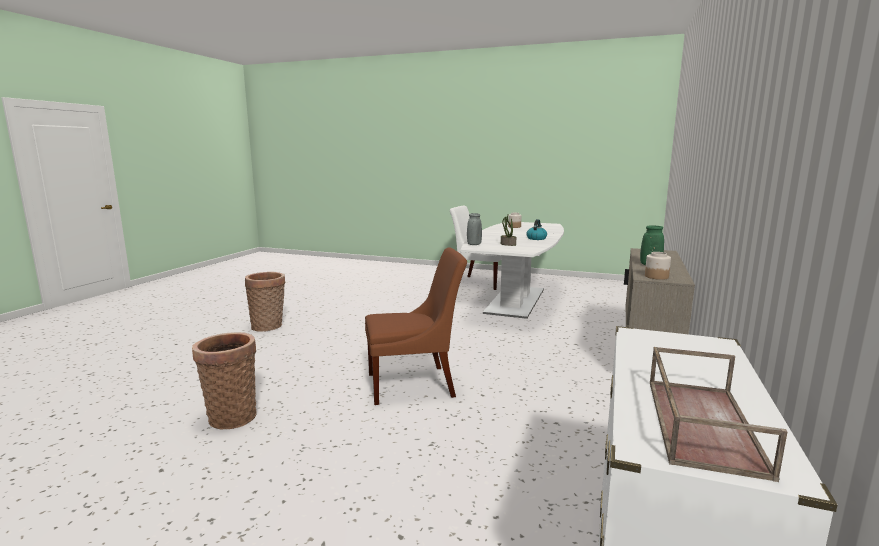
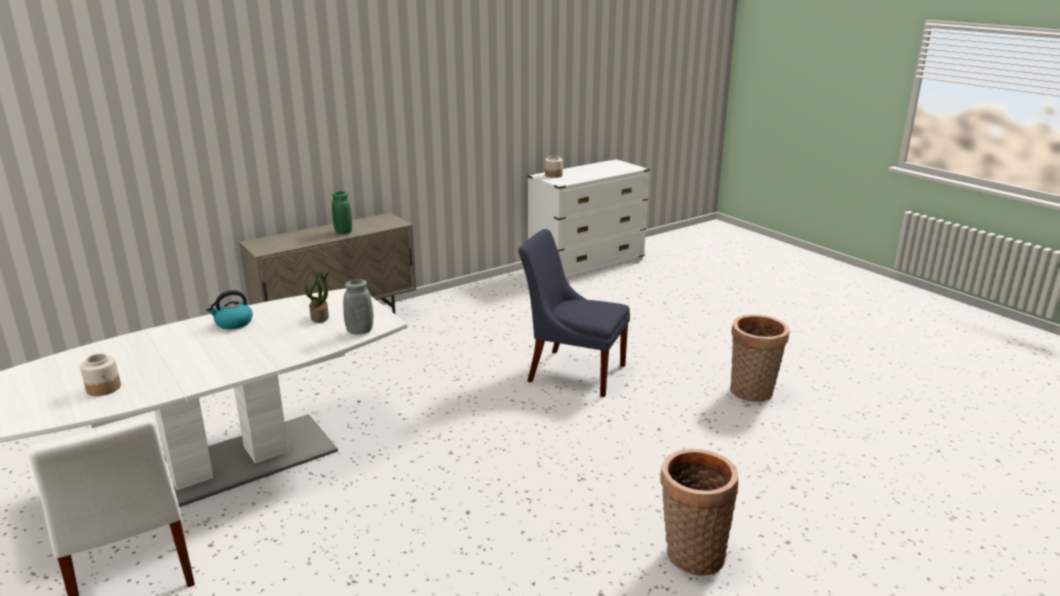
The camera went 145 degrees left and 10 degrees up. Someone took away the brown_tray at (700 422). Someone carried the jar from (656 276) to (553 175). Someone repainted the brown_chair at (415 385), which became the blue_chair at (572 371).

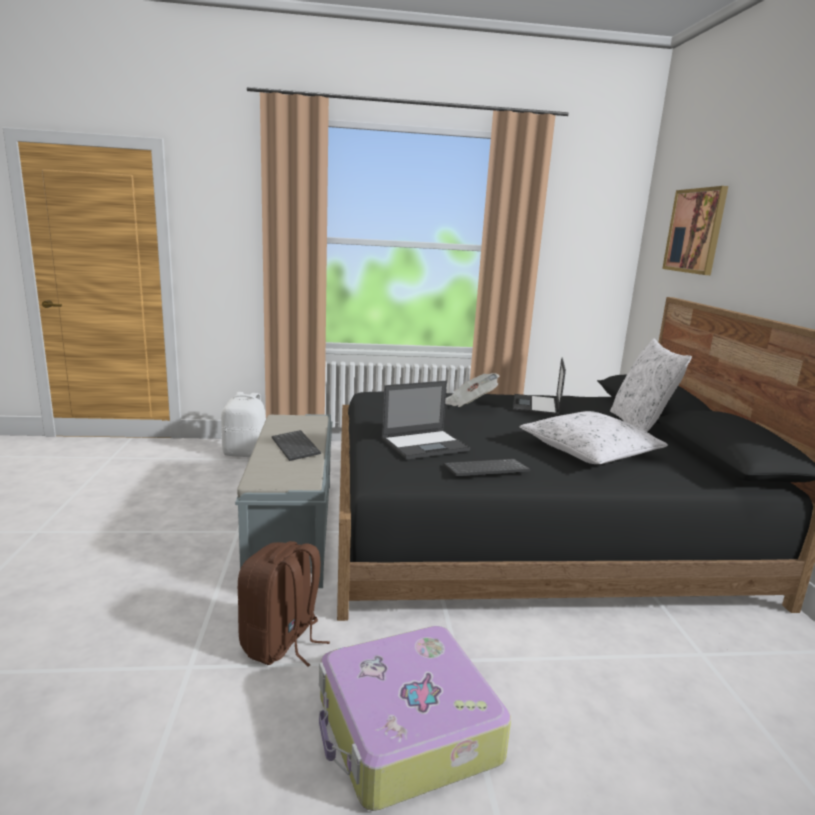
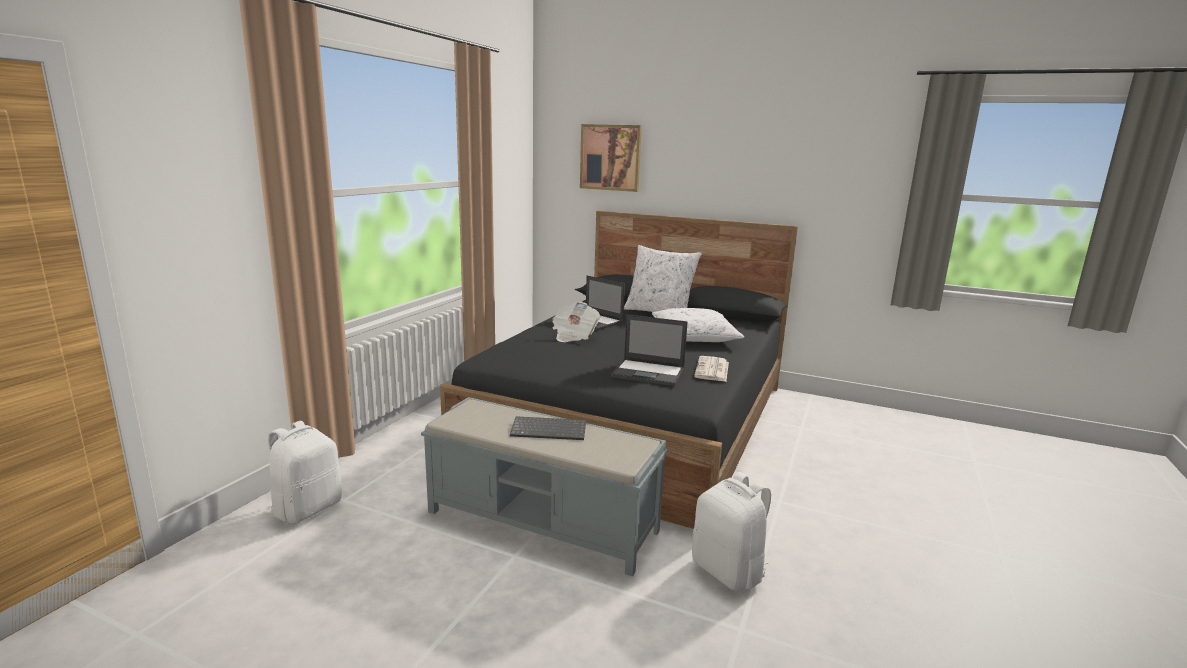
The camera went 60 degrees left and 0 degrees up. Someone took away the suitcase at (406 730). Someone swapped the keyboard at (485 470) for the newspaper at (712 370). Someone repainted the brown_backpack at (281 643), which became the white_backpack at (729 571). Someone rotated the laptop at (425 444) by 105 degrees clockwise.

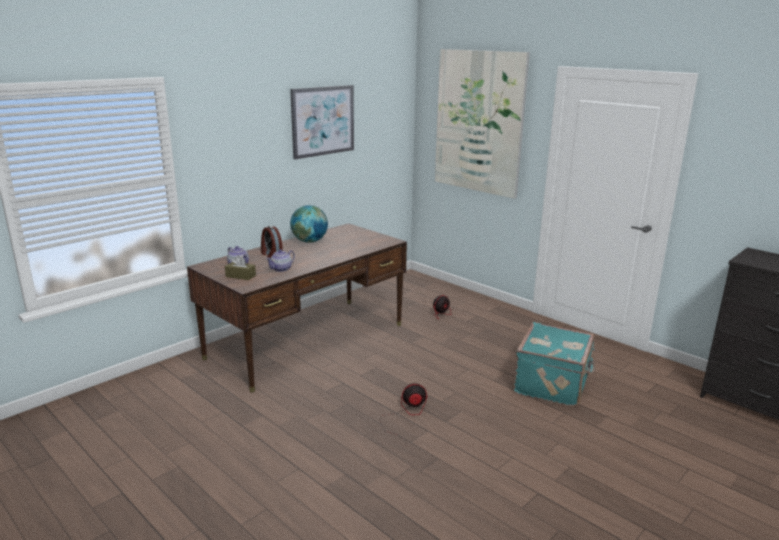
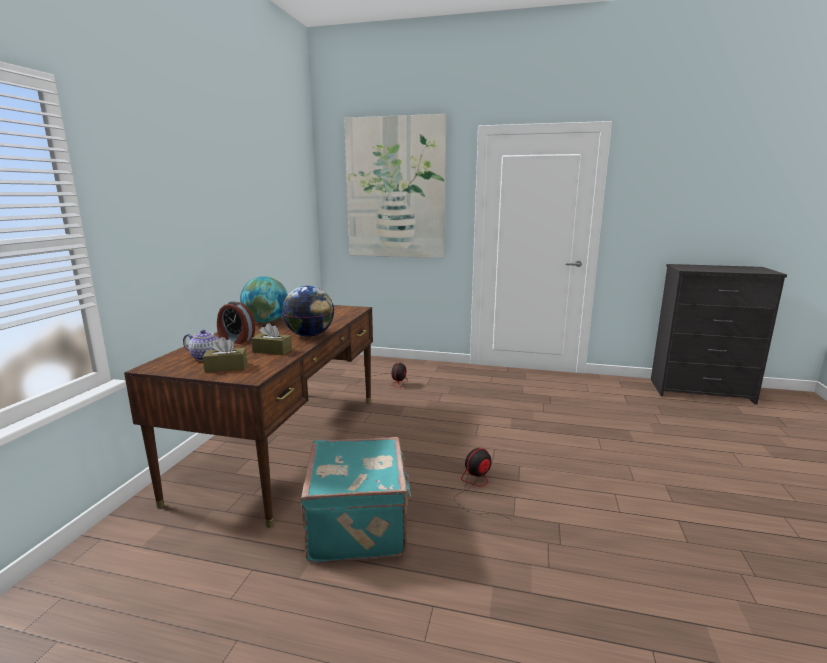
The camera went 30 degrees left and 5 degrees down. Someone took away the picture at (323 121). Someone put down the globe at (309 335). Someone carried the turquoise_suitcase from (553 384) to (360 525). Someone swapped the teapot at (281 269) for the brown_tissue_box at (272 351).

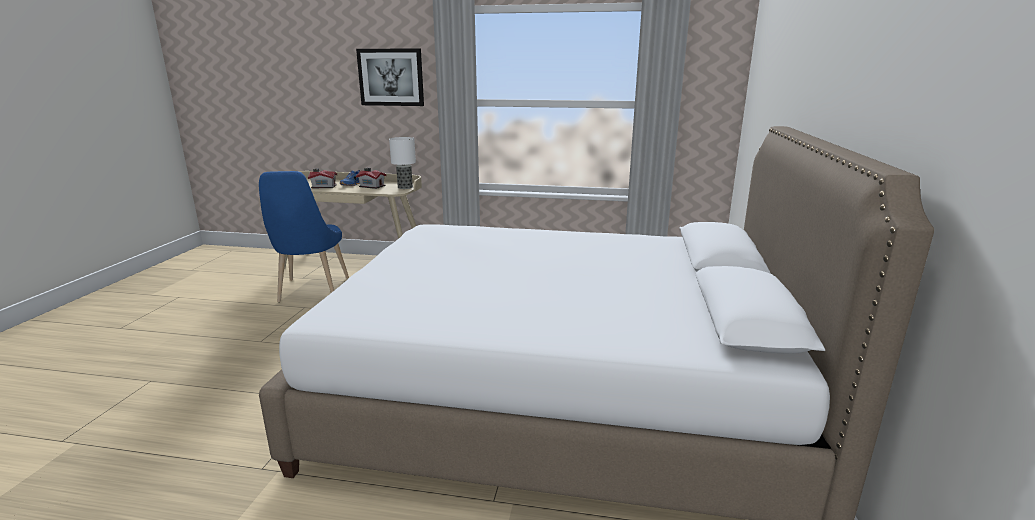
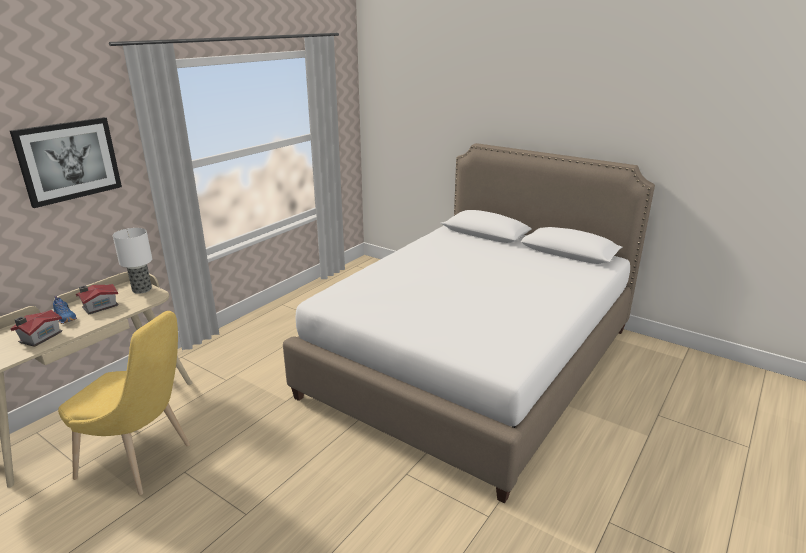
The camera went 65 degrees left and 5 degrees up. Someone repainted the blue_chair at (312 292), which became the yellow_chair at (141 462).

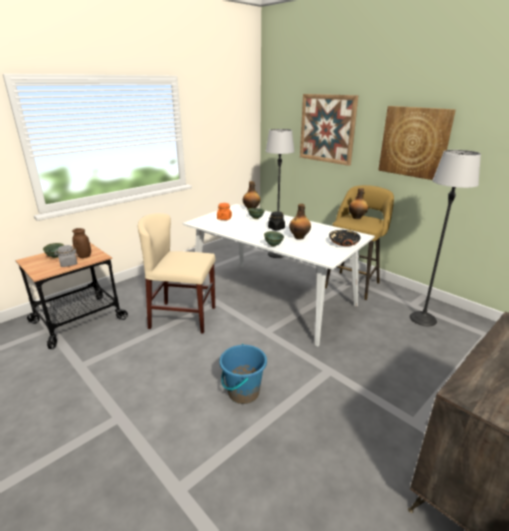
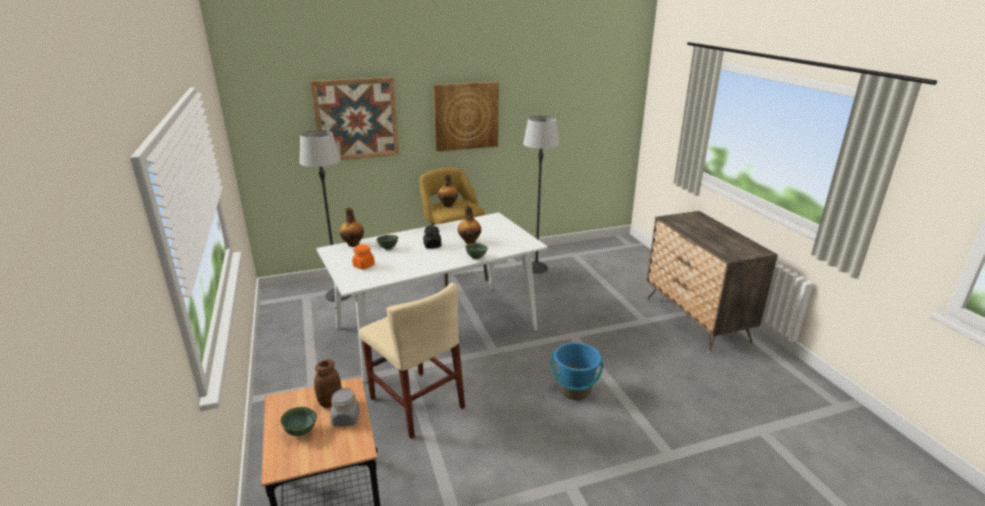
The camera went 65 degrees left and 0 degrees up. Someone took away the black_bowl at (344 243). Someone rotated the beige_chair at (183 317) by 75 degrees counterclockwise.

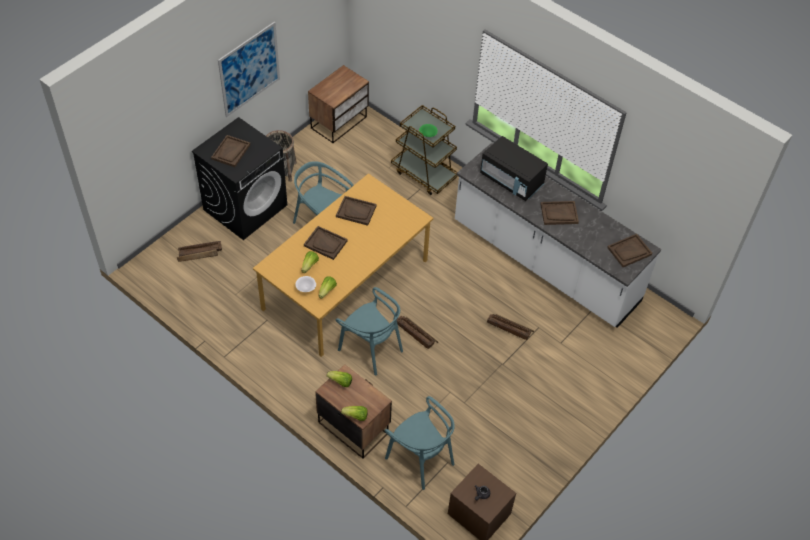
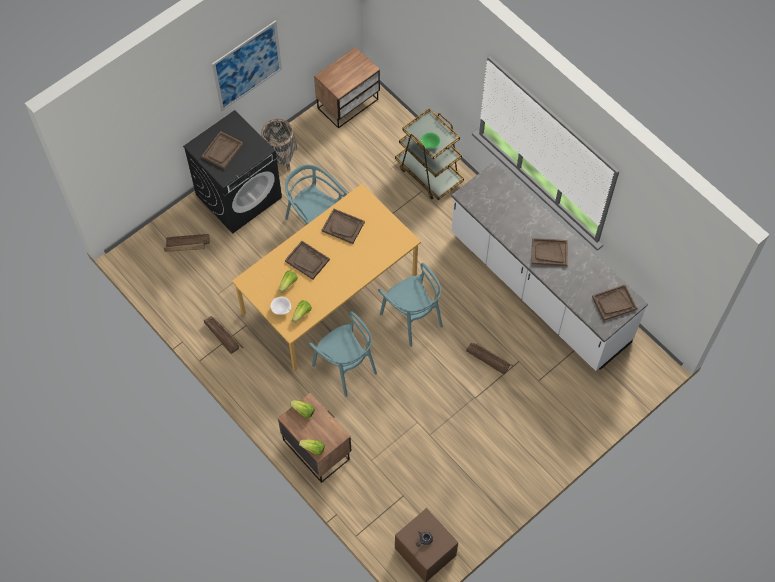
The camera went 10 degrees right and 10 degrees up. Someone took away the black_microwave at (511 180). Someone carried the turquoise_chair from (420 459) to (412 318). Someone carried the crate from (416 333) to (223 336).

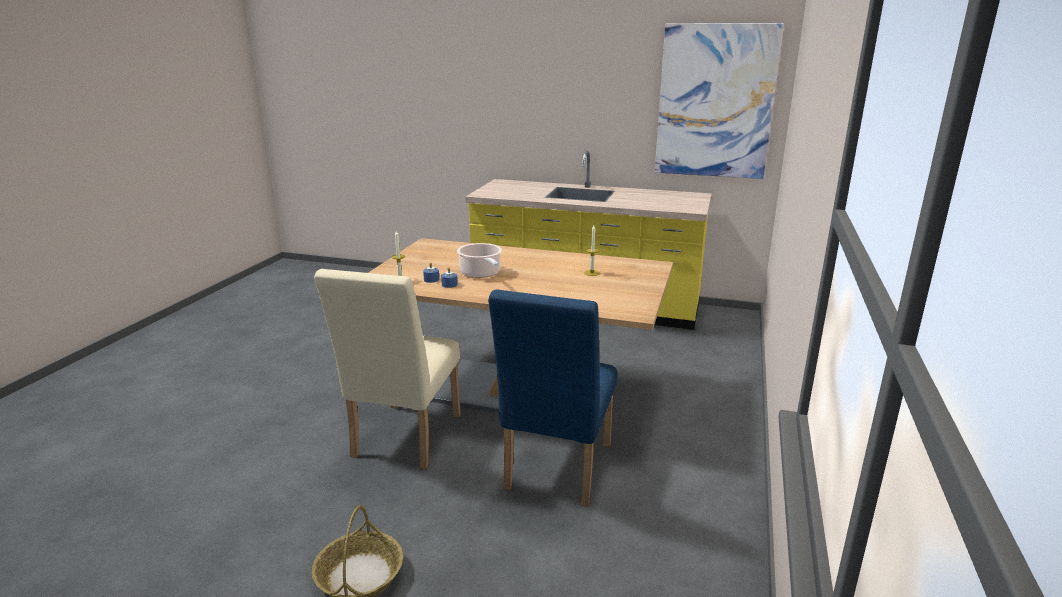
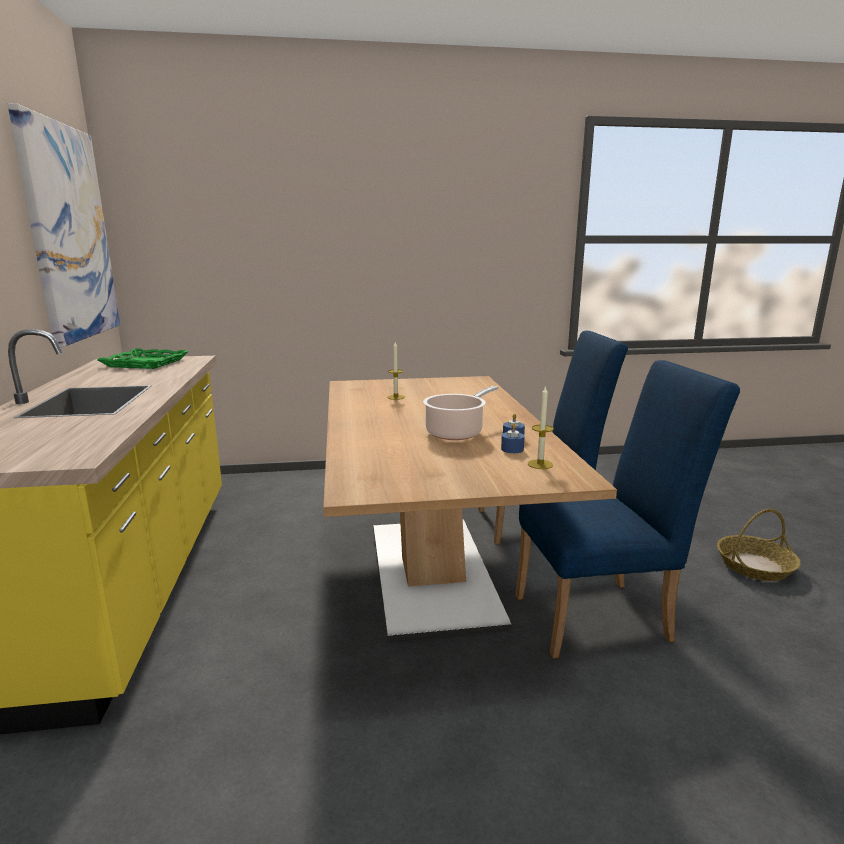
The camera went 115 degrees left and 5 degrees down. Someone put down the green_tray at (146 363). Someone repainted the beige_chair at (403 440), which became the blue_chair at (602 616).

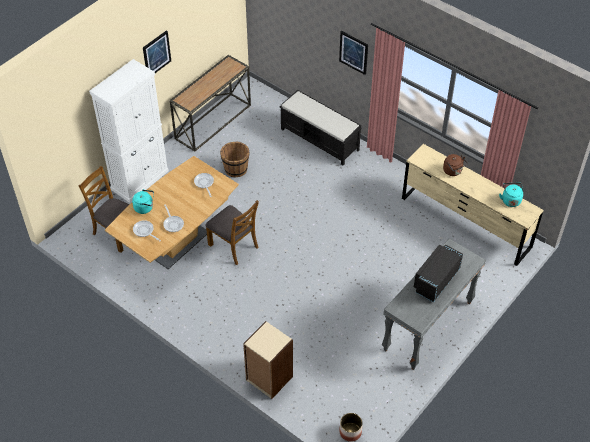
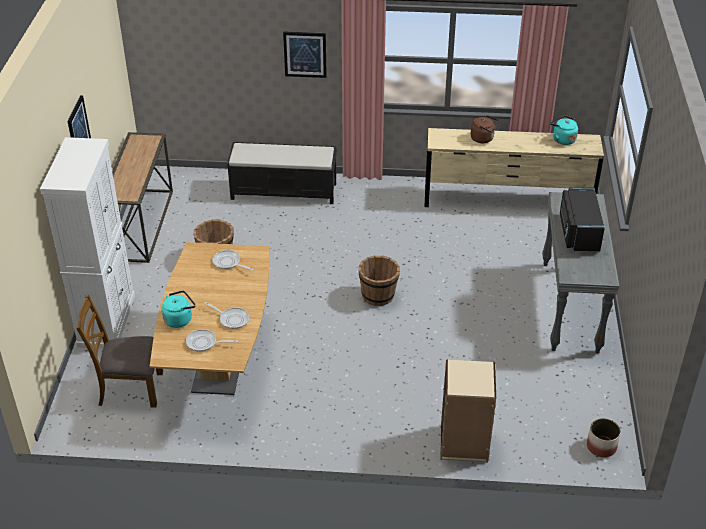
The camera went 35 degrees left and 10 degrees down. Someone took away the brown_chair at (234 245). Someone put down the brown_bucket at (378 295).

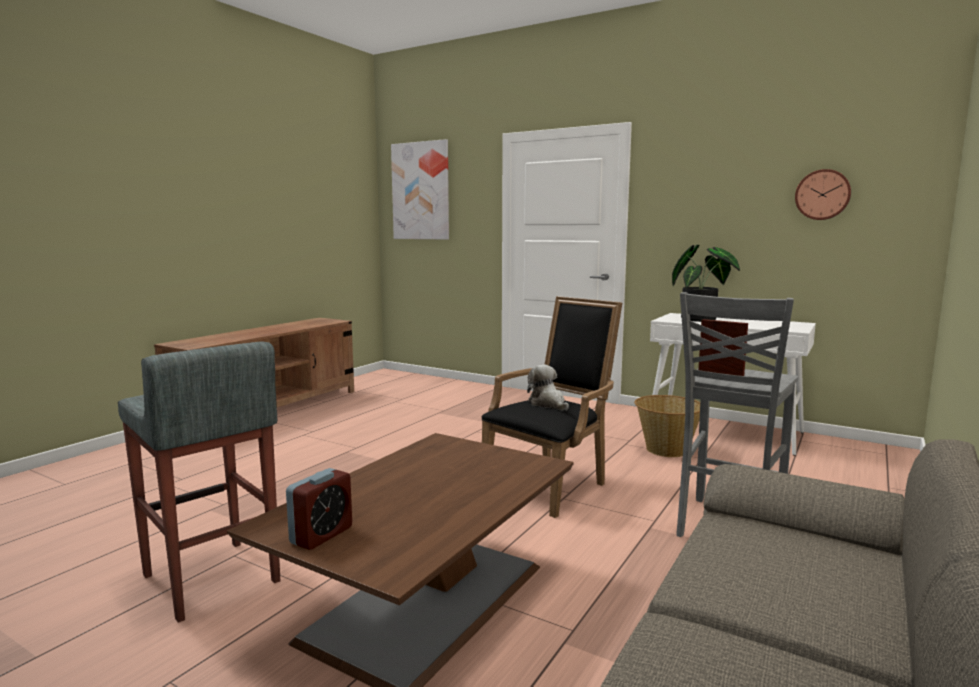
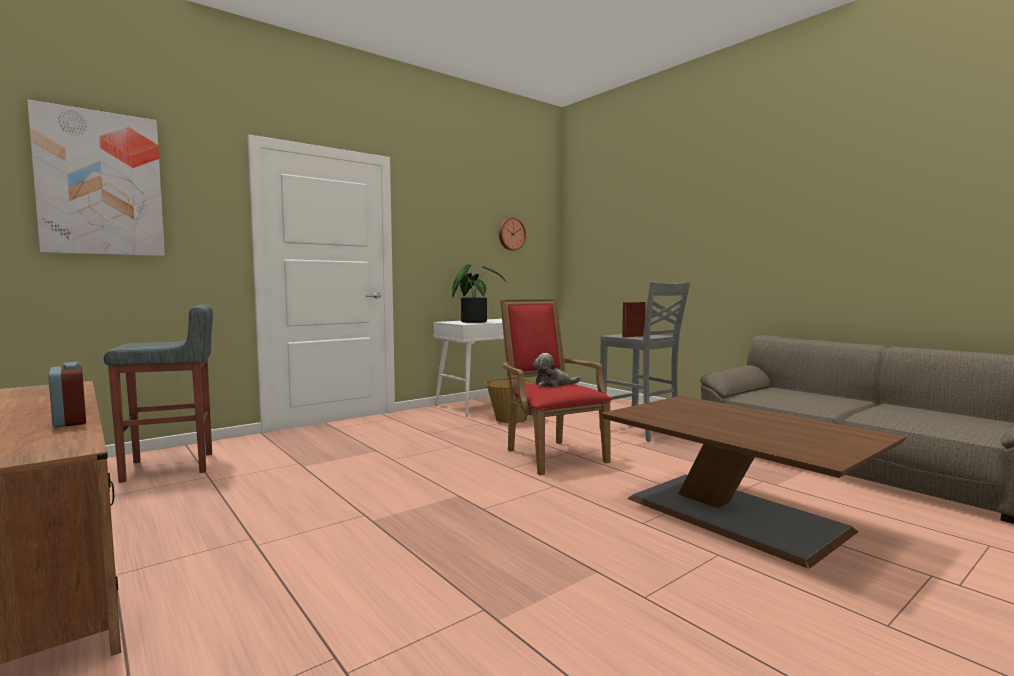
The camera went 70 degrees left and 5 degrees down. Someone carried the grey_stool from (210 580) to (170 467). Someone carried the alarm_clock from (321 535) to (69 421). Someone repainted the black_armchair at (551 485), which became the red_armchair at (550 454).

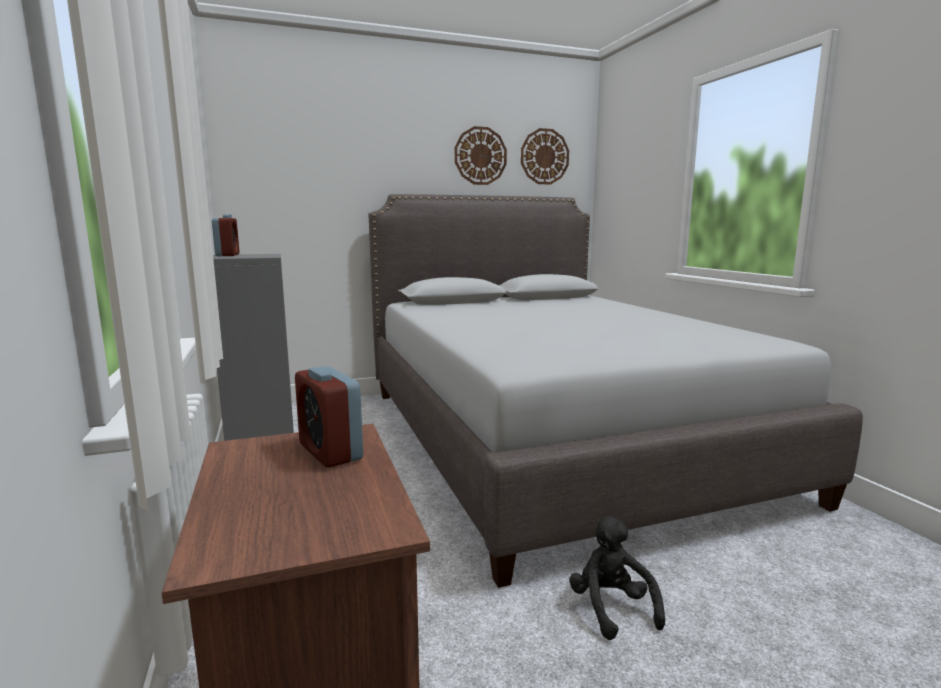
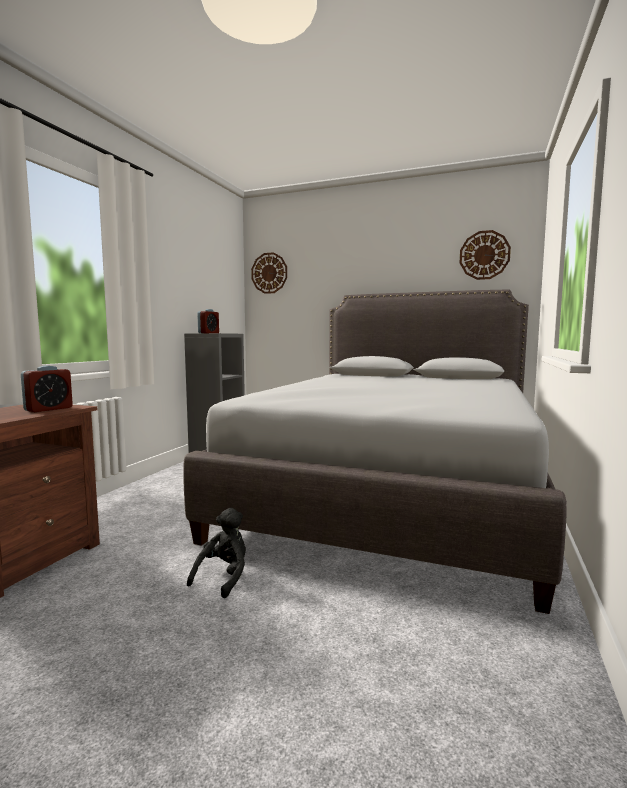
The camera went 40 degrees right and 5 degrees down. Someone carried the wall_clock from (480 156) to (269 273). Someone rotated the alarm_clock at (330 452) by 150 degrees counterclockwise.

